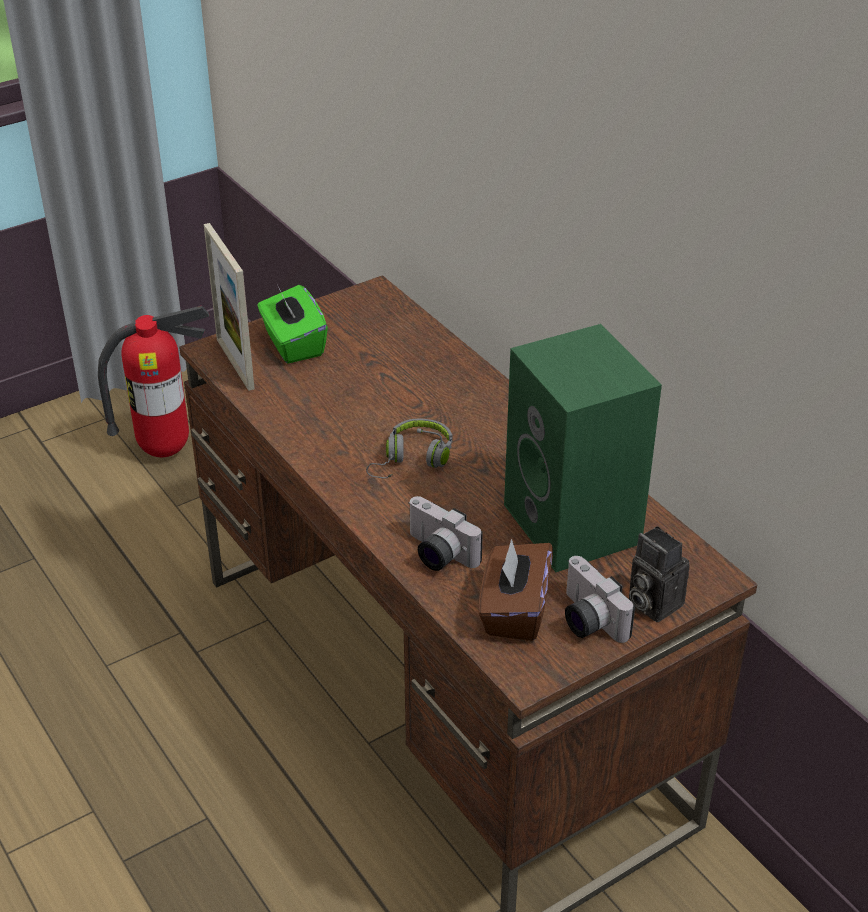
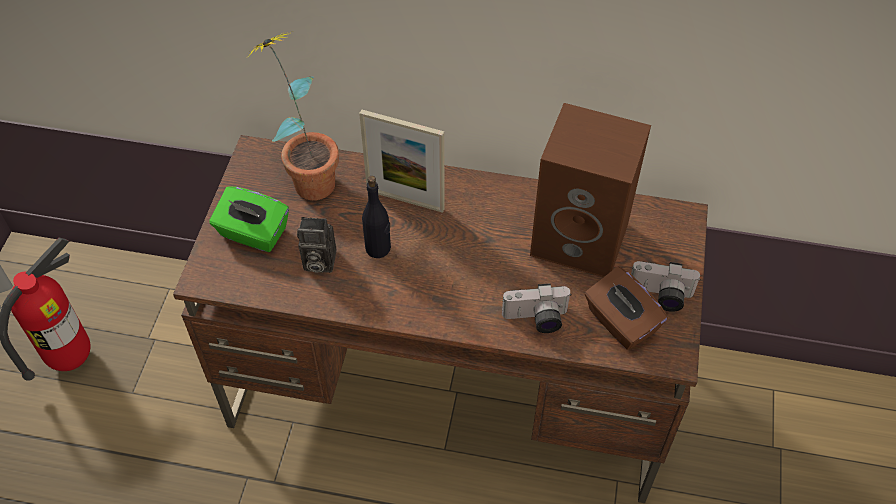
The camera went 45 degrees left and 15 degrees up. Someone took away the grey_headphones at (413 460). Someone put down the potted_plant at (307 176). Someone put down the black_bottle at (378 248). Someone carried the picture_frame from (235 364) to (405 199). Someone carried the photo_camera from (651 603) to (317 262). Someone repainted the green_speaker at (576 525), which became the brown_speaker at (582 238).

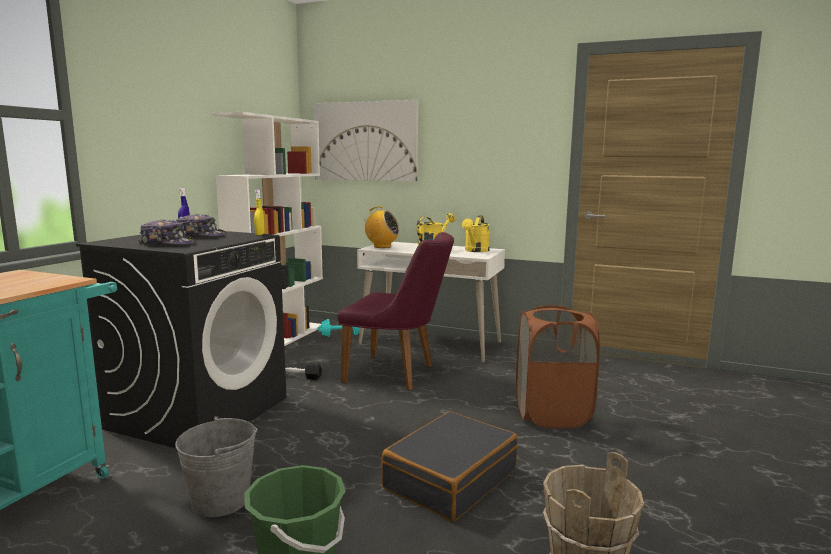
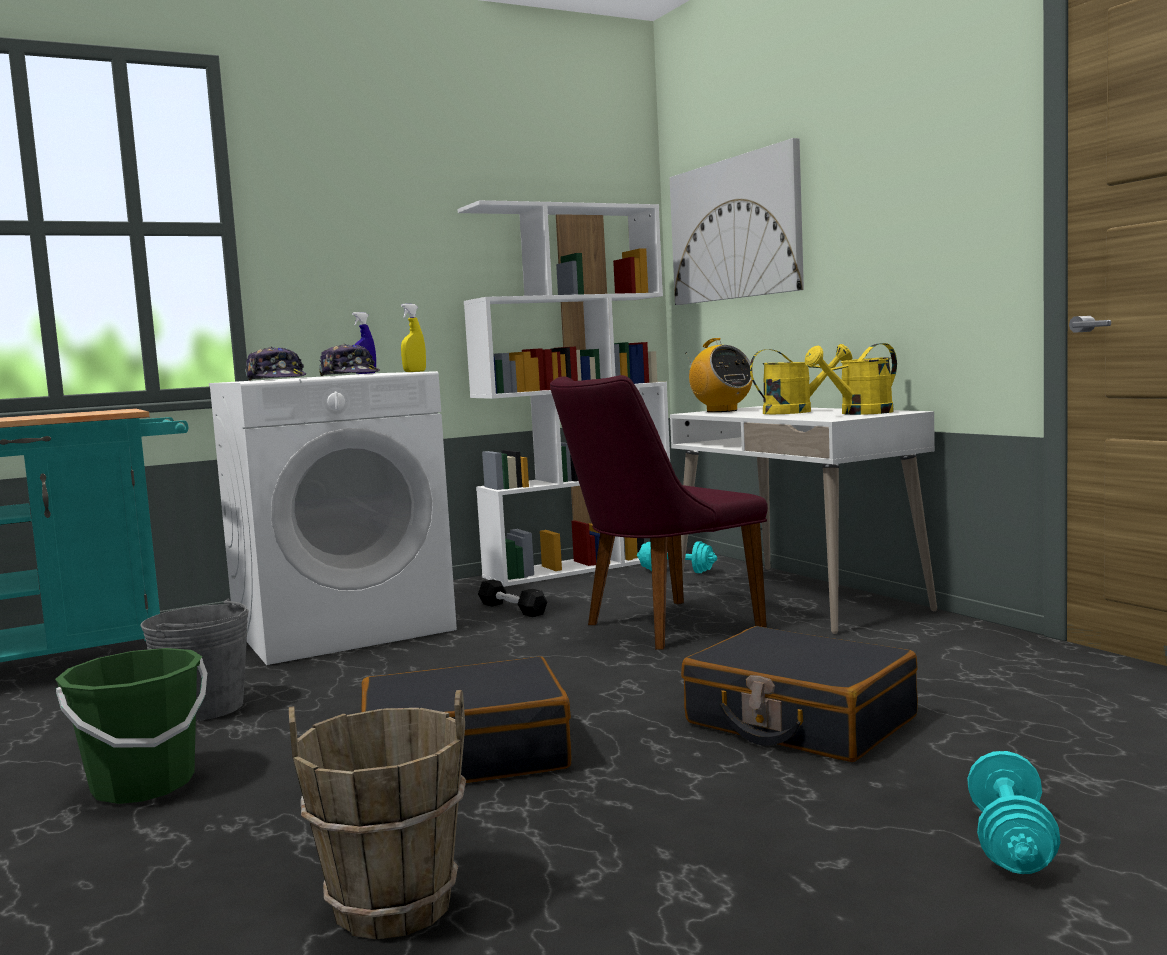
The camera went 40 degrees right and 5 degrees down. Someone put down the turquoise_dumbbell at (1011 842). Someone swapped the brown_laundry_basket at (552 414) for the black_suitcase at (799 721). Someone repainted the black_washing_machine at (199 412), which became the white_washing_machine at (342 627). Someone rotated the purple_chair at (398 374) by 90 degrees clockwise.

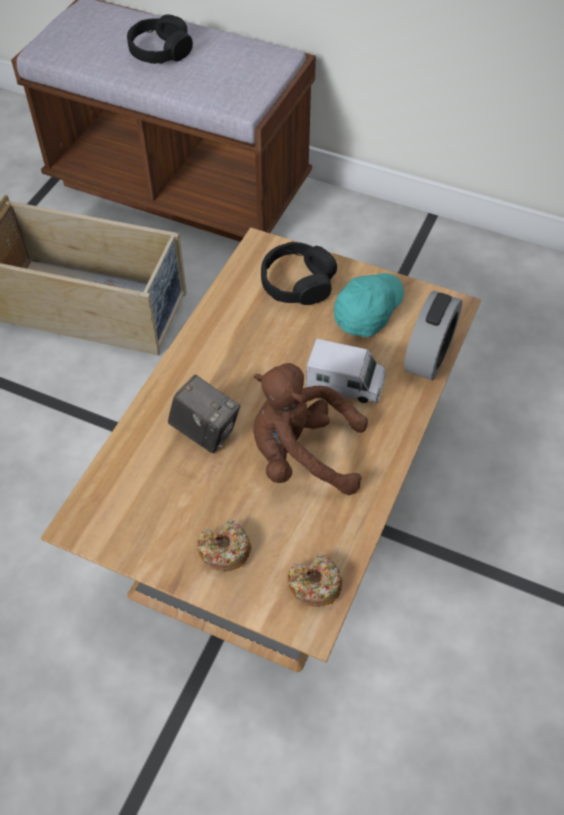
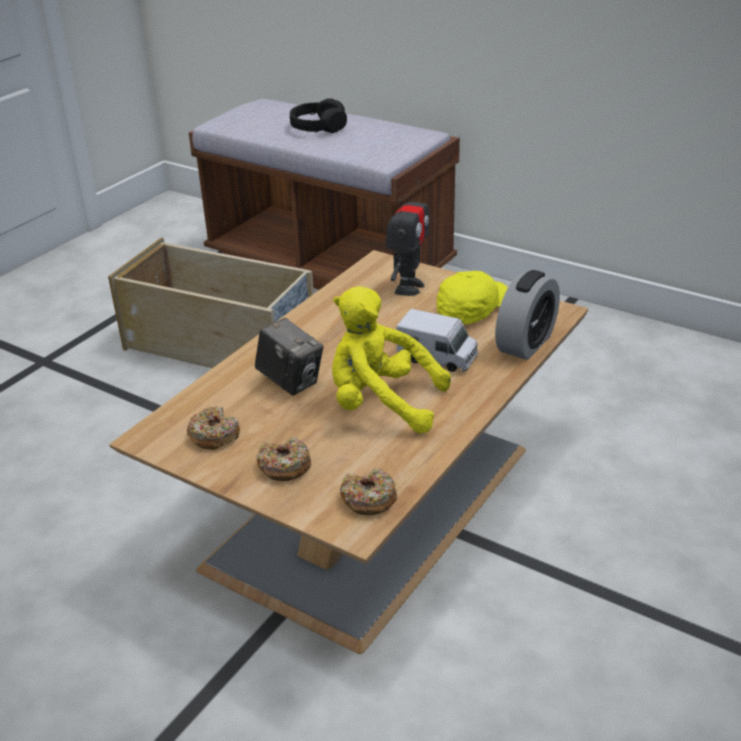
The camera went 10 degrees right and 20 degrees down. Someone put down the donut at (214 435). Someone swapped the black_headphones at (297 283) for the toy_robot at (408 287). Someone repainted the brown_plush_toy at (302 455), which became the yellow_plush_toy at (381 404). Someone repainted the turquoise_cap at (368 310), which became the yellow_cap at (472 309).

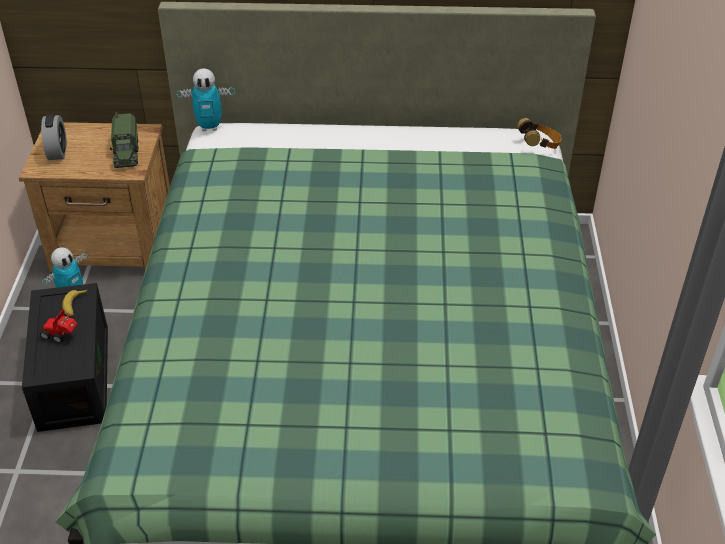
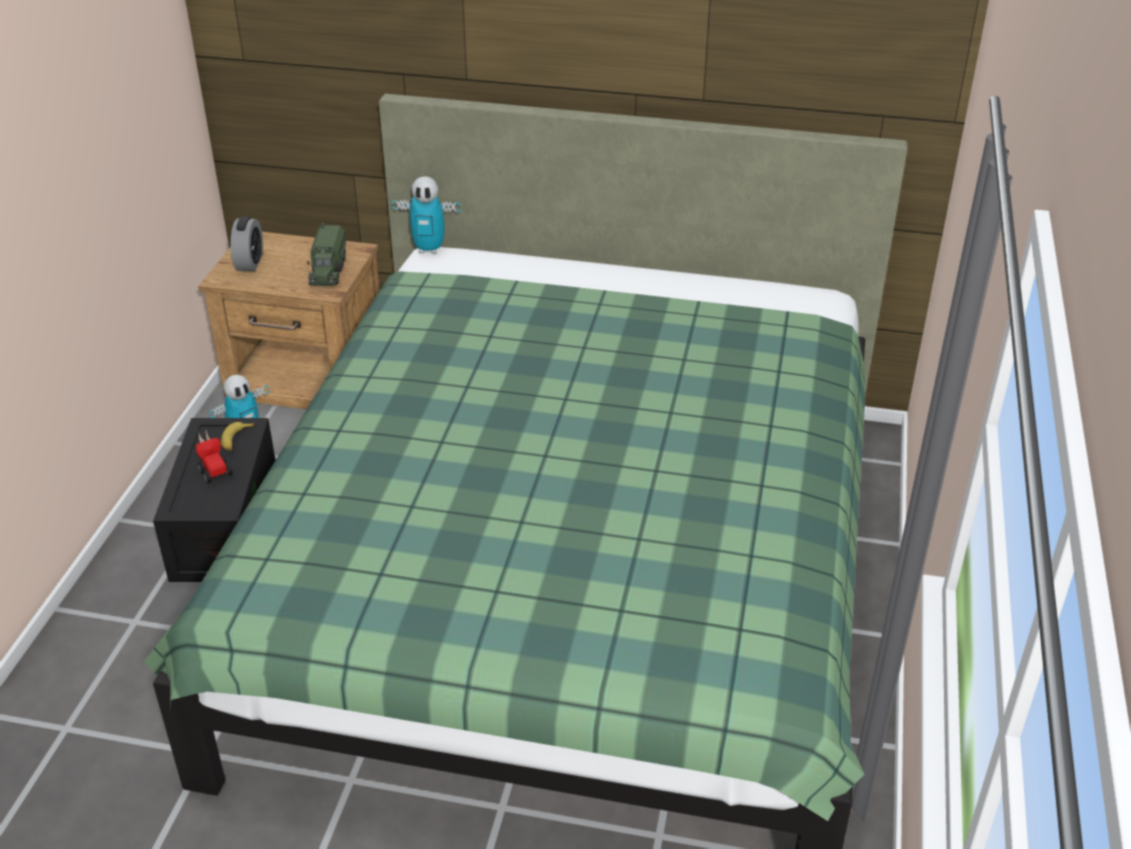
The camera went 10 degrees right and 5 degrees down. Someone took away the headphones at (539 146). Someone rotated the toy_car at (62 334) by 150 degrees counterclockwise.

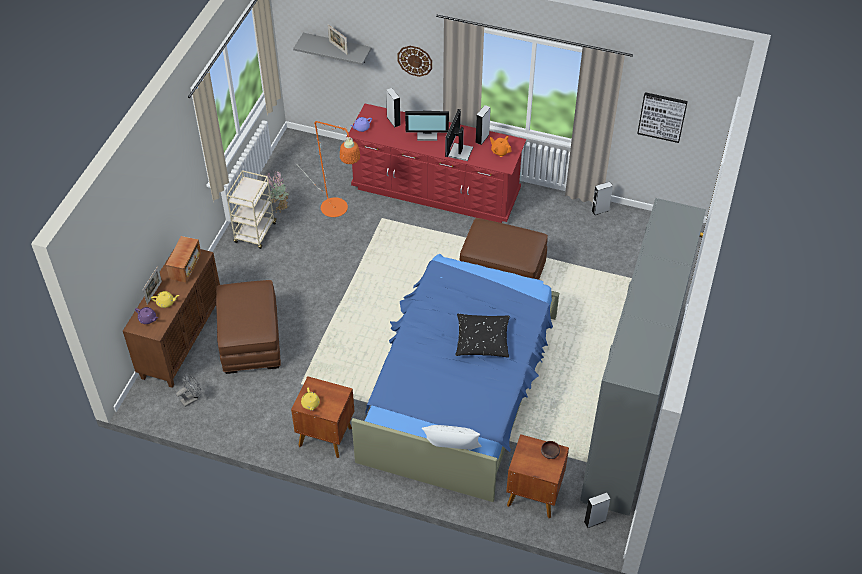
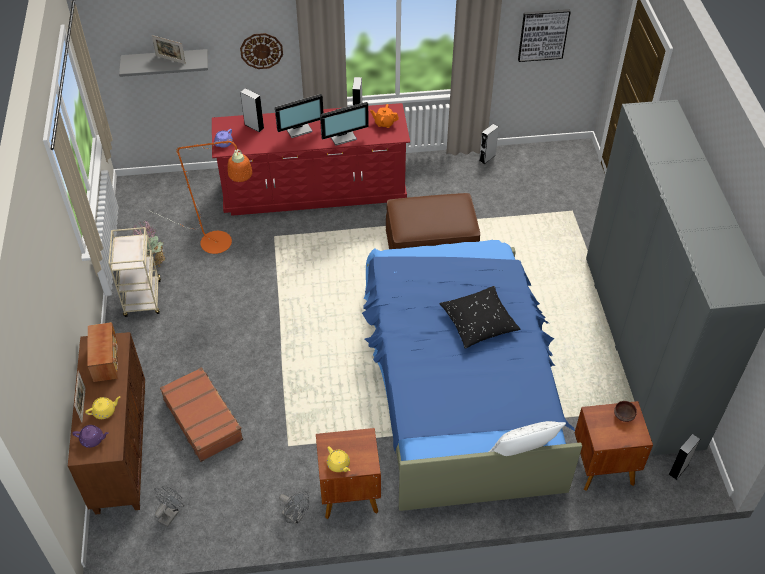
The camera went 25 degrees left and 0 degrees up. Someone put down the grey_fan at (295 517). Someone swapped the brown_ottoman at (250 340) for the brown_suitcase at (203 419). Someone rotated the monitor at (459 152) by 105 degrees counterclockwise.

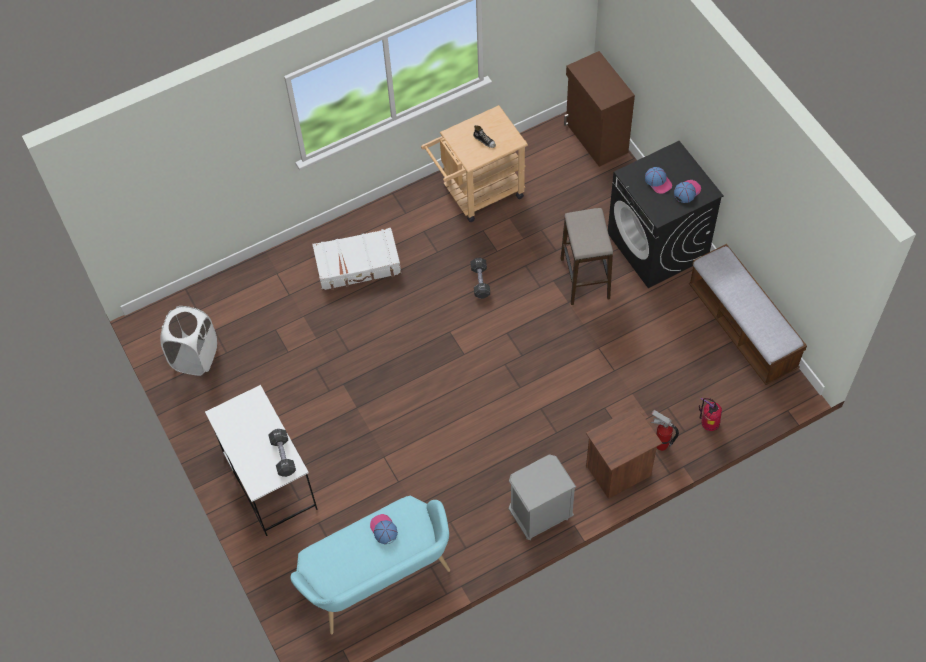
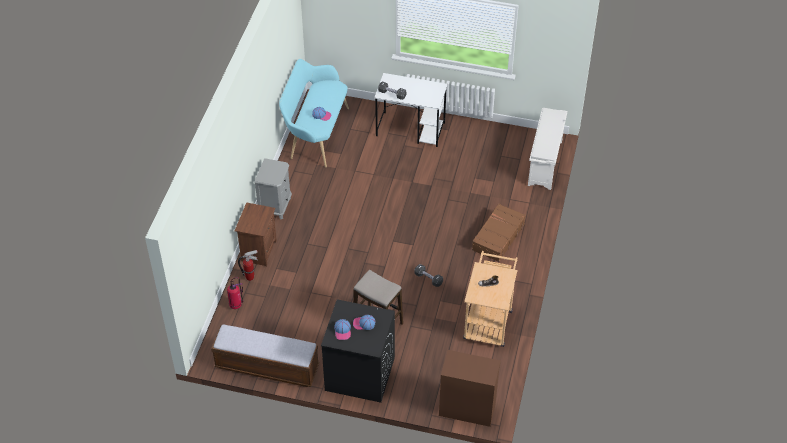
The camera went 130 degrees right and 10 degrees down. Someone took away the white_laundry_basket at (195 357). Someone put down the white_shoe_rack at (545 163). Someone repainted the white_suitcase at (358 265), which became the brown_suitcase at (497 237).

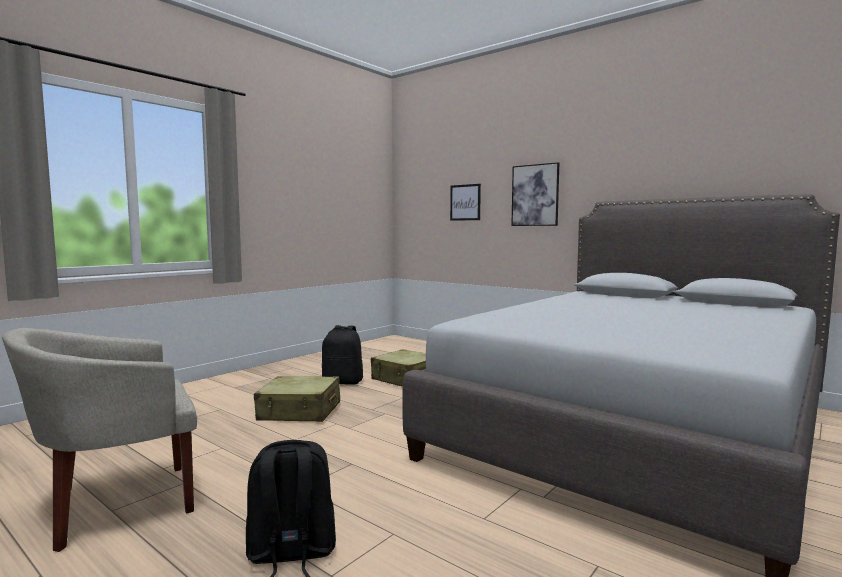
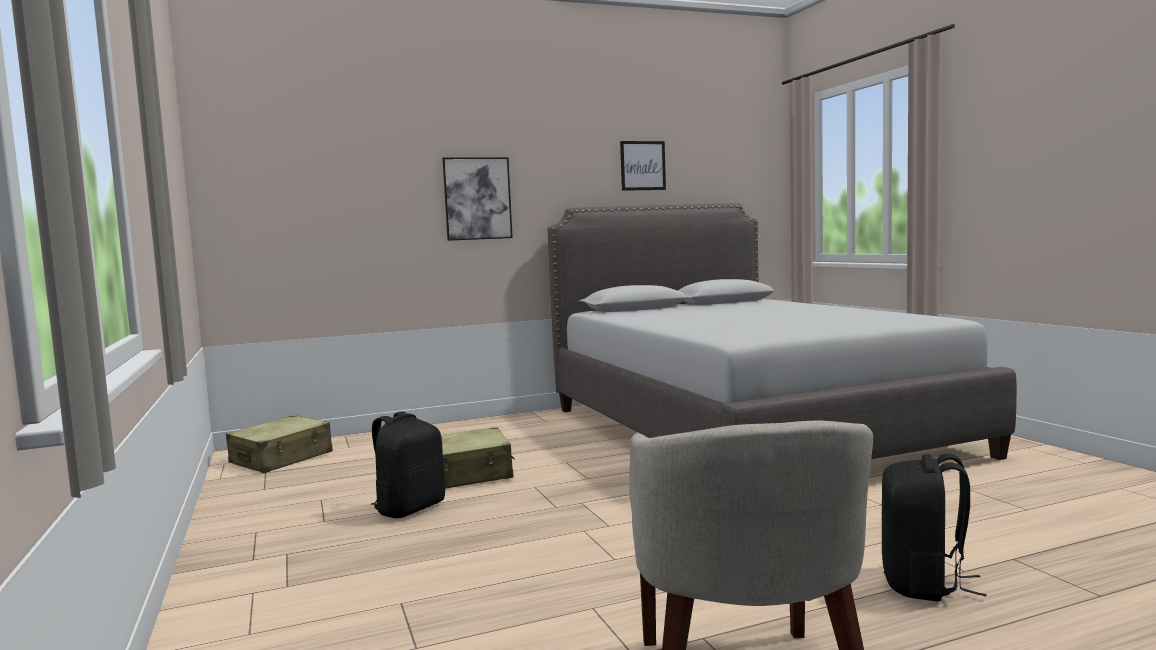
The camera went 60 degrees left and 0 degrees up. Someone carried the beige_suitcase from (299 412) to (282 458). Someone carried the picture from (465 202) to (642 165).

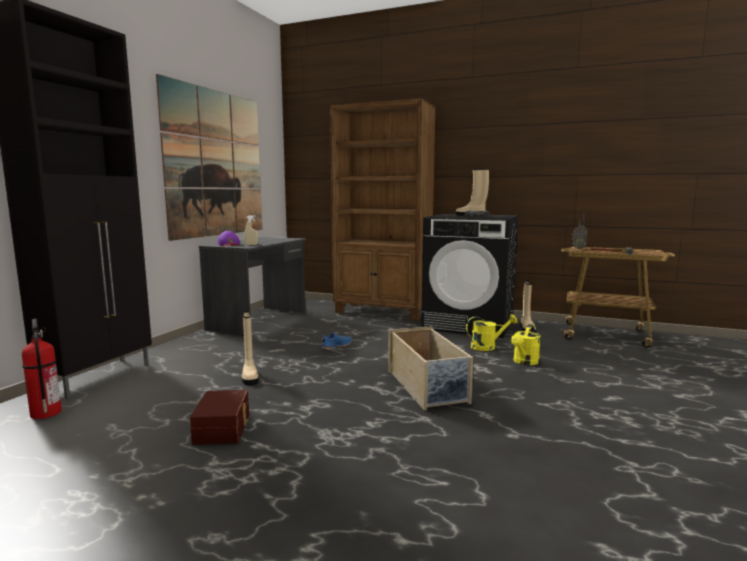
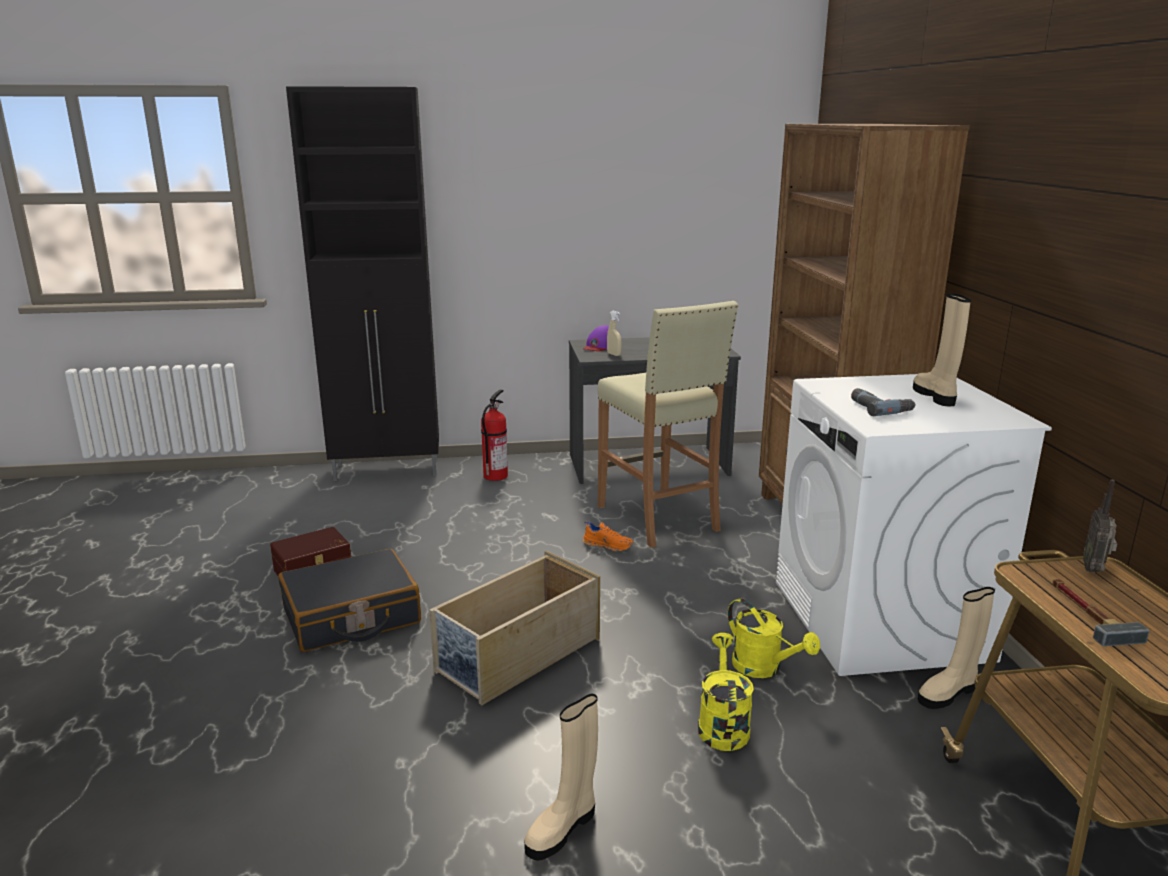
The camera went 60 degrees right and 10 degrees up. Someone took away the picture at (216 164). Someone put down the black_suitcase at (351 617). Someone put down the beige_stool at (658 519). Someone carried the fire_extinguisher from (45 413) to (495 475). Someone carried the beige_boot from (249 377) to (563 828). Someone repainted the blue_shoe at (336 346), which became the orange_shoe at (608 545). Someone repainted the black_washing_machine at (469 324), which became the white_washing_machine at (880 621). Someone rotated the yellow_watering_can at (524 362) by 90 degrees clockwise.

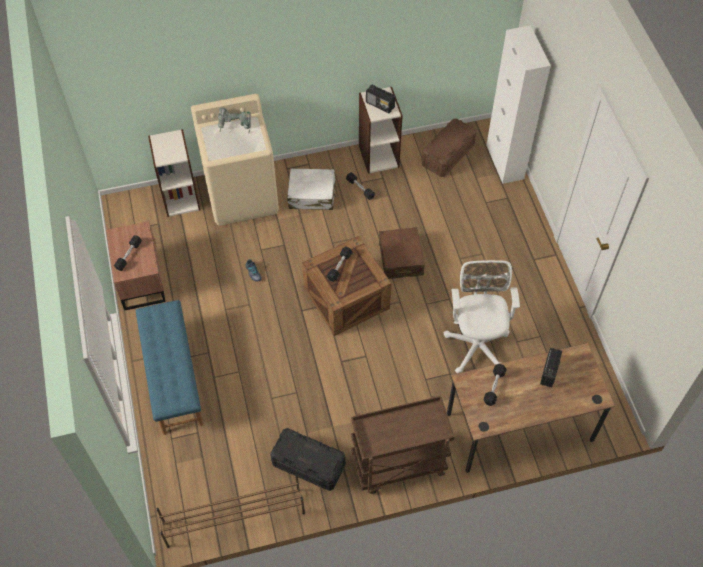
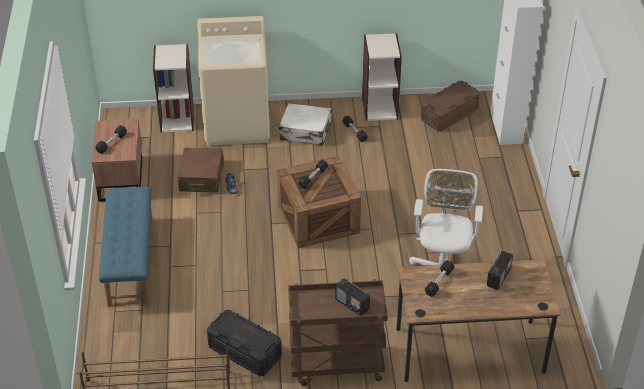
The camera went 10 degrees right and 15 degrees down. Someone took away the power_drill at (234 126). Someone carried the radio from (380 105) to (352 304). Someone carried the brown_suitcase from (400 259) to (201 177).

